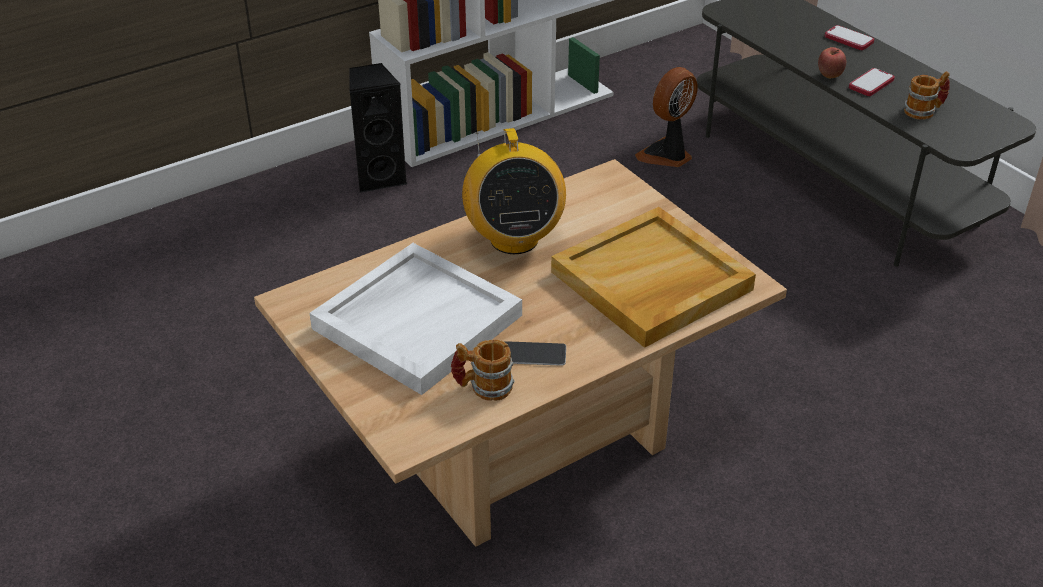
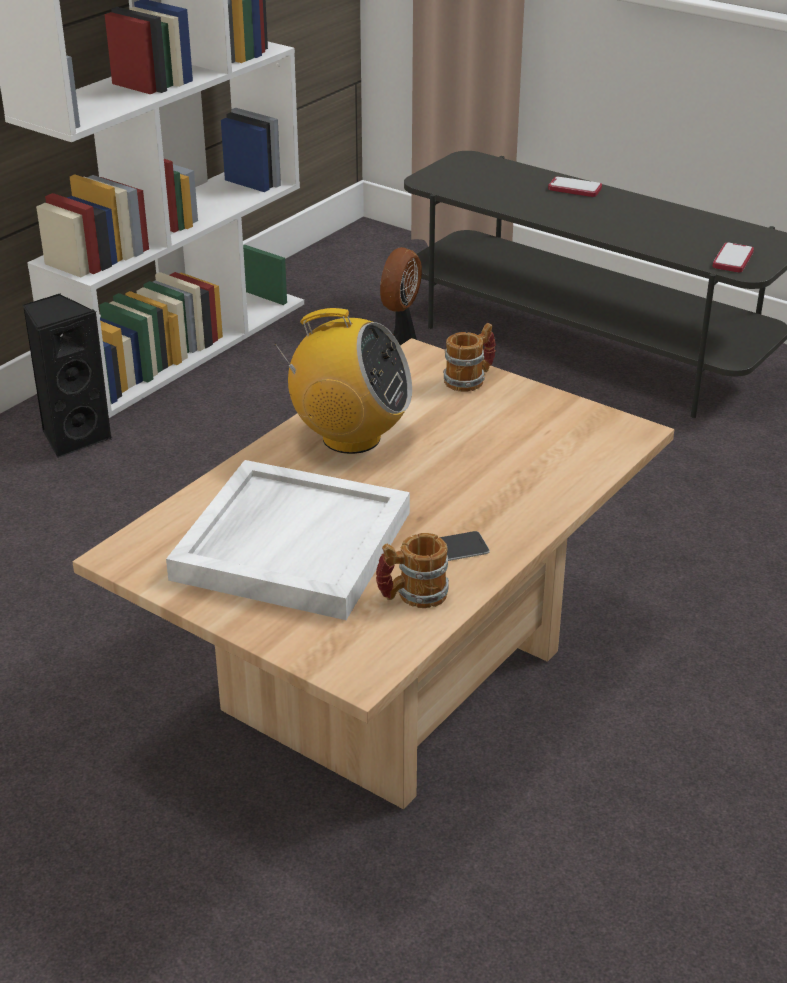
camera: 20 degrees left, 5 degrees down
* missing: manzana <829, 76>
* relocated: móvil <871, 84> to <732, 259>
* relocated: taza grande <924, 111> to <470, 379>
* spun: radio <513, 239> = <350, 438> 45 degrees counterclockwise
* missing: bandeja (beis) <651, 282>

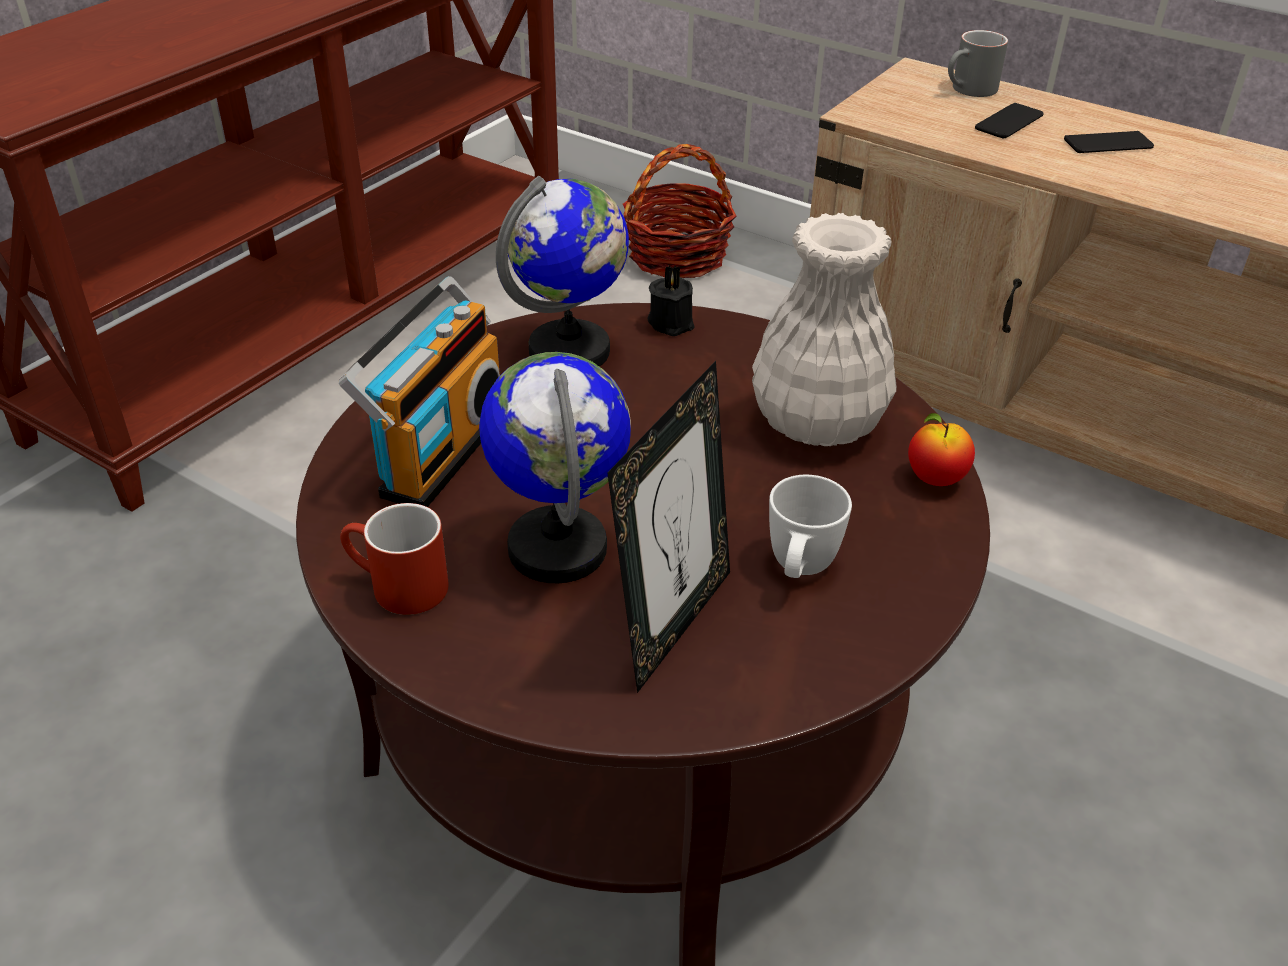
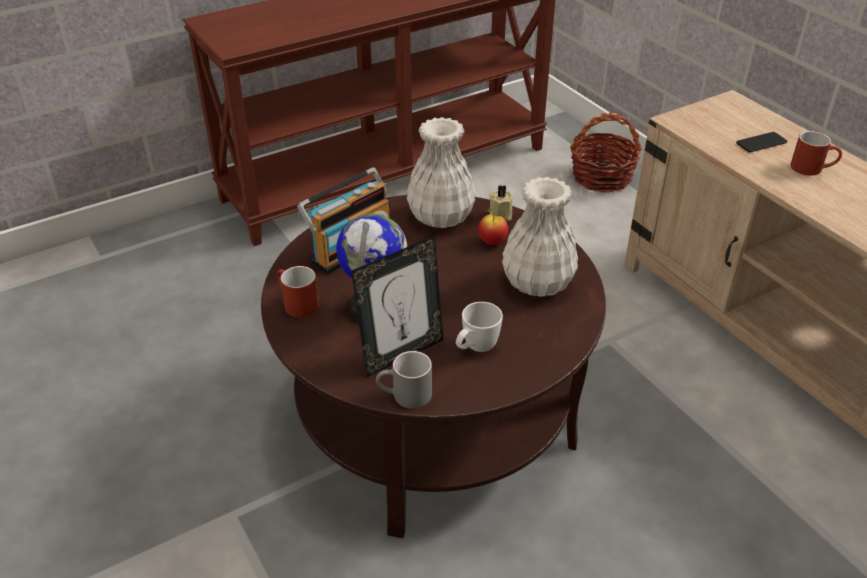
camera: 25 degrees right, 0 degrees up
* relocated: taza grande (gris) <969, 91> to <405, 396>
* exchanged: móvil <1108, 144> to taza grande (rojo) <812, 168>
* exchanged: globo terráqueo <570, 351> to florero (blanco) <441, 217>
* colour: vela (negro) <672, 322> to vela (beis) <501, 214>
* relocated: manzana <935, 479> to <492, 241>

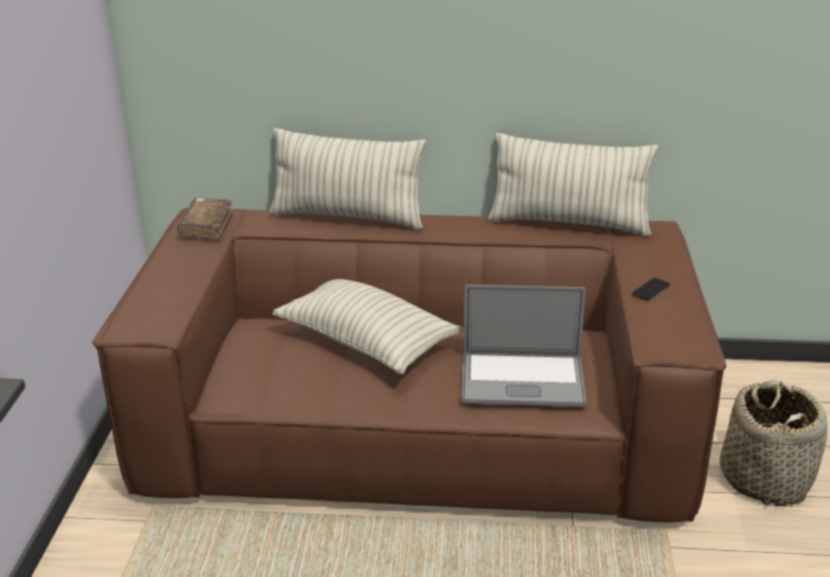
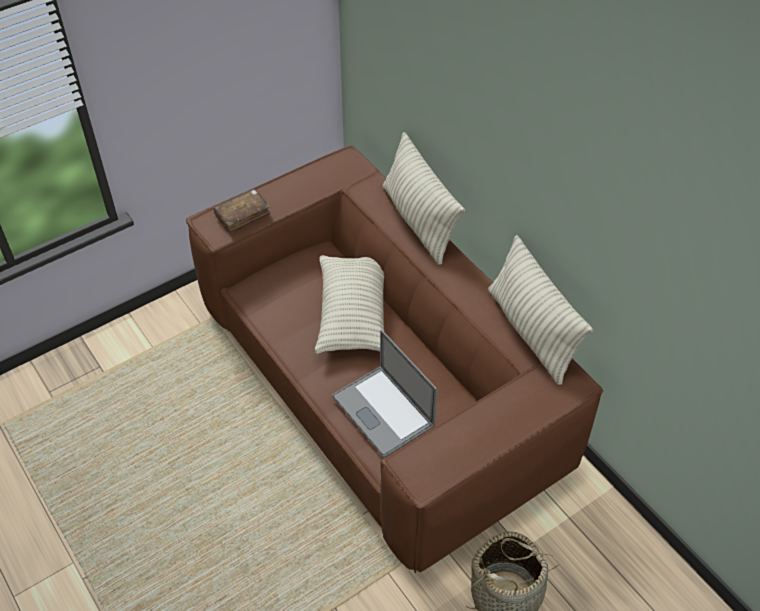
camera: 50 degrees right, 20 degrees up
* relocated: libro (marrón) <207, 227> to <242, 215>
* missing: móvil <651, 289>

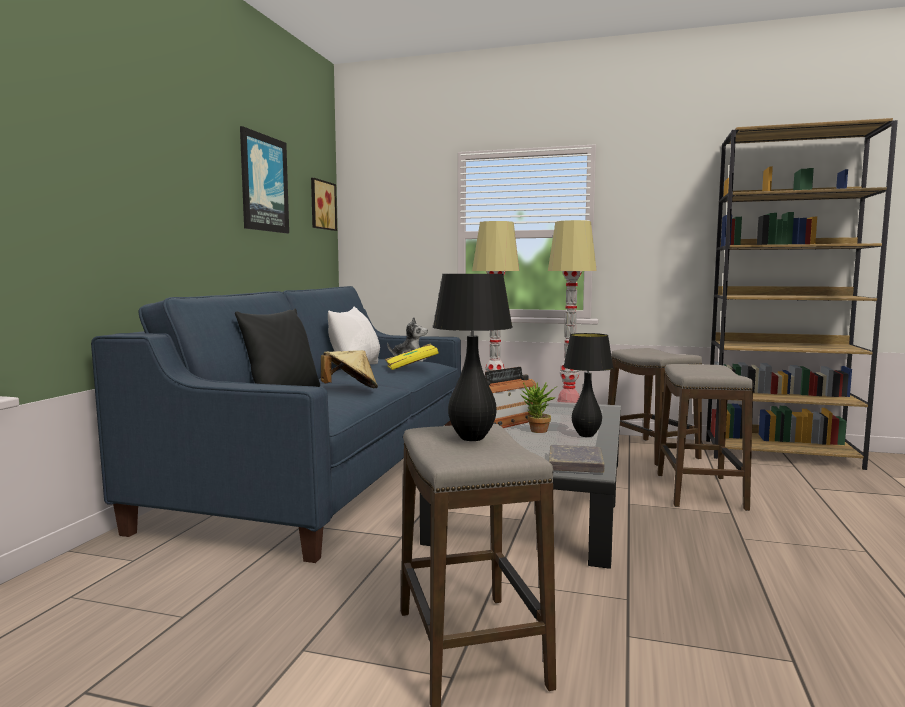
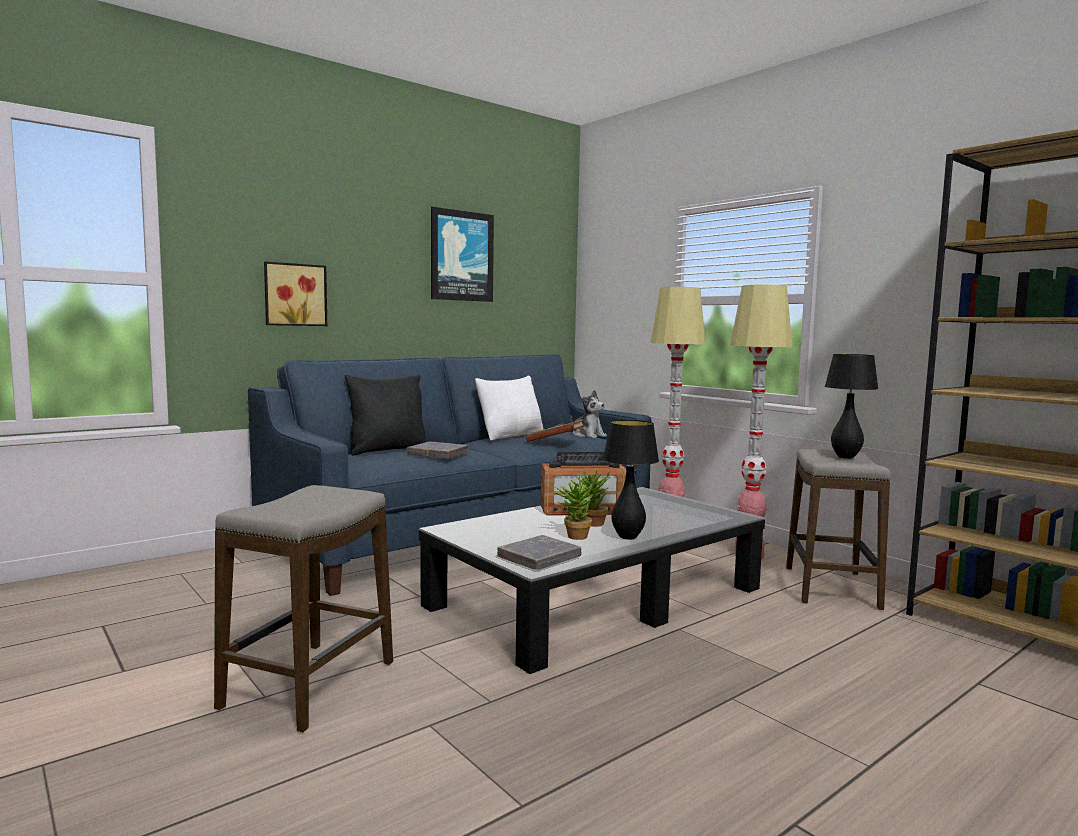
camera: 35 degrees right, 0 degrees up
* relocated: cuadro <321, 205> to <294, 295>
* relocated: lámpara de mesa (negro) <471, 438> to <845, 457>
* colour: libro (amarillo) <411, 367> to libro (marrón) <555, 442>
* exchanged: sombrero (beis) <350, 390> to libro (gris) <438, 454>
* missing: taburete <700, 491>
* appeared: planta en maceta <573, 536>

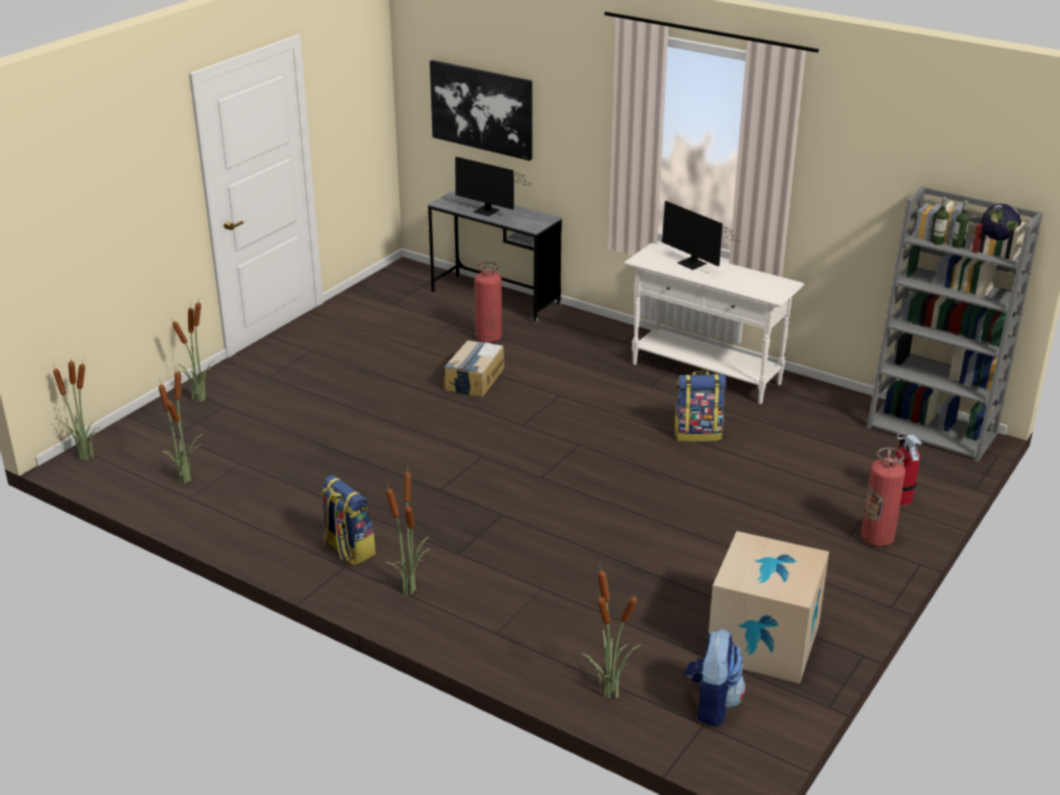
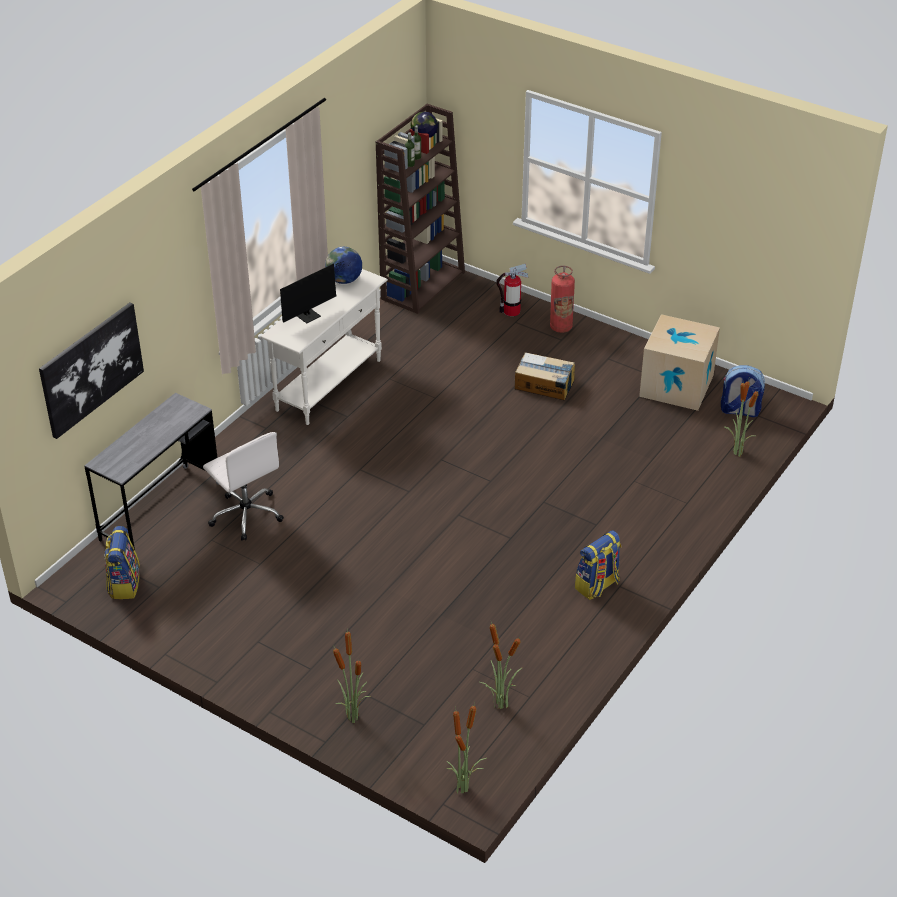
camera: 90 degrees left, 10 degrees up
* missing: monitor <489, 212>
* colour: estantería (gris) <933, 431> to estantería (marrón) <423, 285>
* exchanged: extintor <488, 338> to silla de oficina (blanco) <246, 514>
* relocated: caja de cartón <474, 379> to <544, 384>
* relocated: mochila <698, 433> to <124, 584>
* missing: planta en maceta <410, 589>
* appeared: globo terráqueo <344, 280>

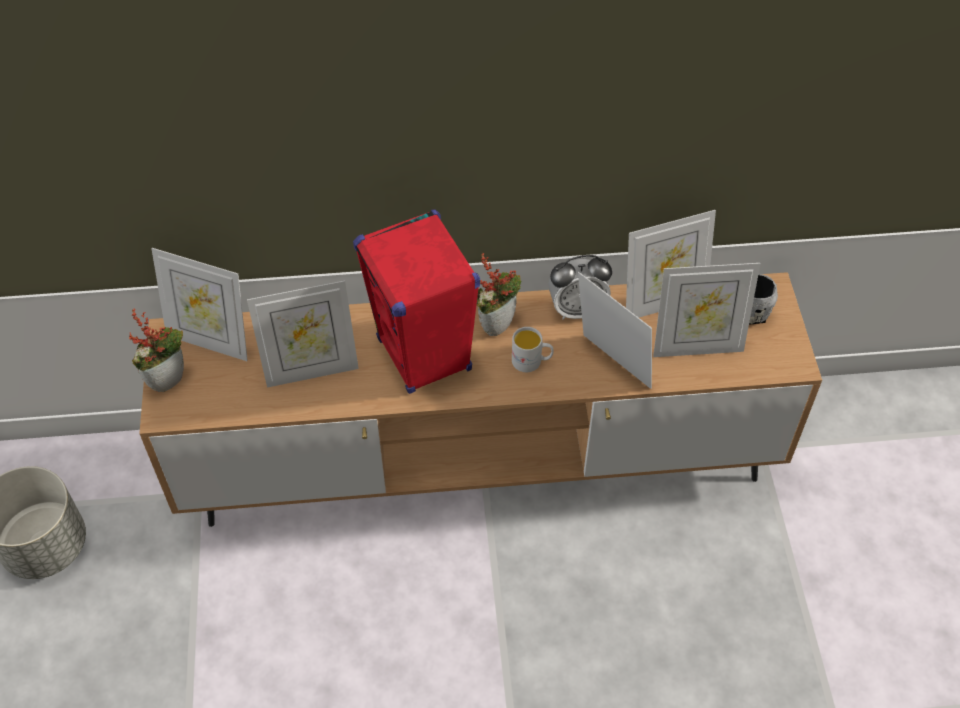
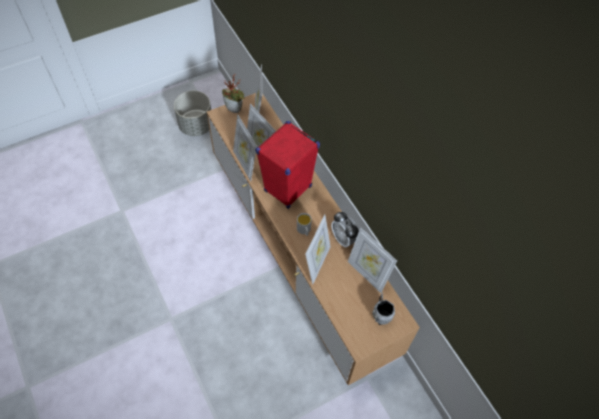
camera: 65 degrees right, 5 degrees up
* missing: planta en maceta <496, 323>
* relocated: portarretratos <696, 346> to <245, 164>

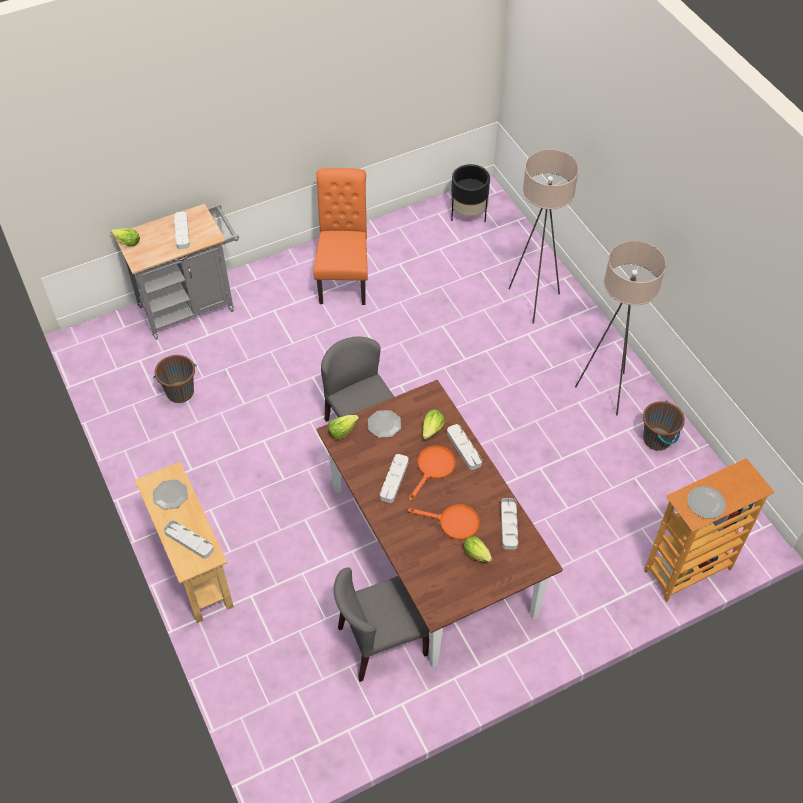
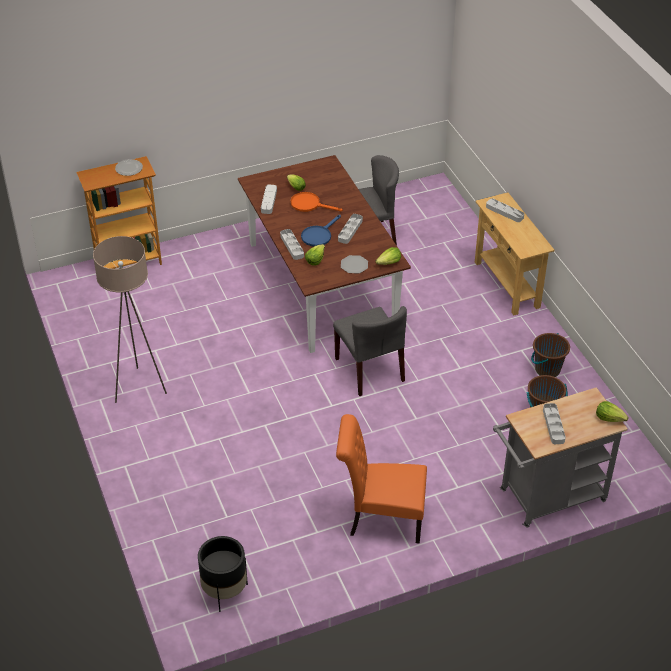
camera: 175 degrees left, 10 degrees down
* missing: lámpara de pie (beis) <533, 301>
* spun: silla (naranja) <344, 277> = <381, 519> 90 degrees clockwise
* relocated: cubo (marrón) <657, 439> to <547, 369>
* colour: sartén (naranja) <433, 468> to sartén (azul) <318, 235>
* missing: plato <170, 495>

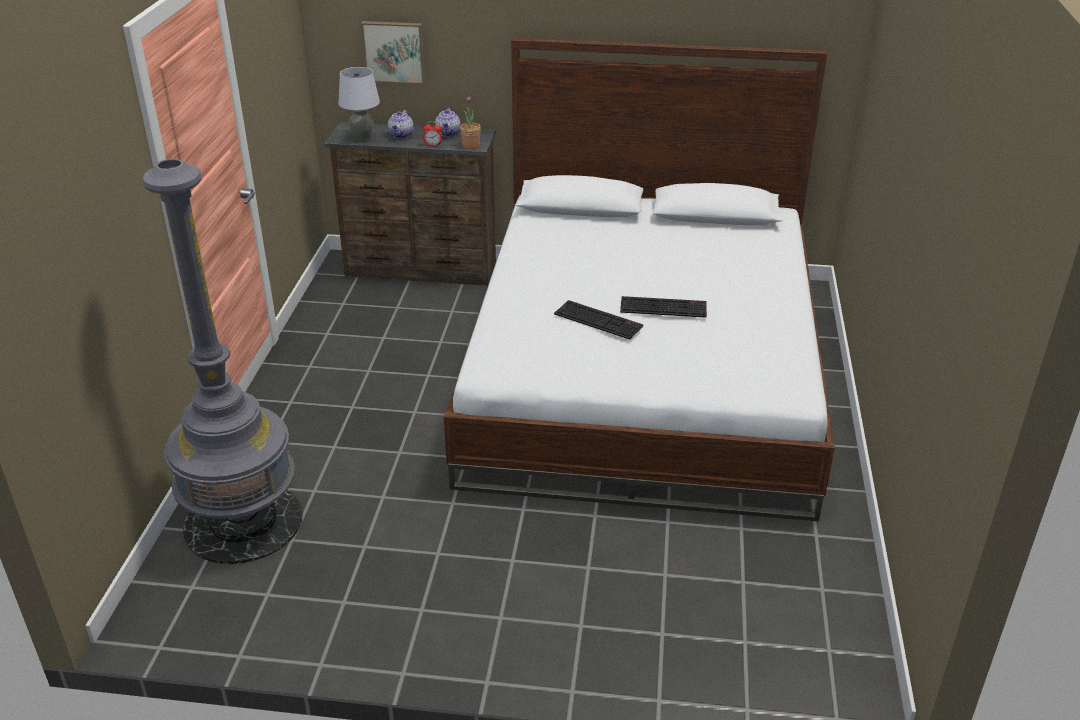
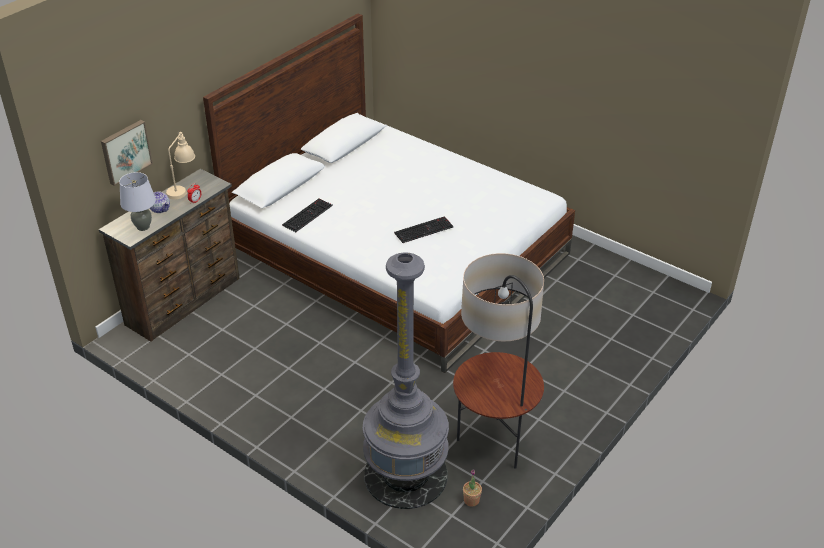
camera: 60 degrees left, 5 degrees up
* relocated: planta en maceta <471, 145> to <471, 500>
* exchanged: tetera <448, 133> to lámpara de mesa (beis) <182, 189>
* relocated: teclado <664, 307> to <307, 215>
* appeared: lámpara de pie <493, 445>

